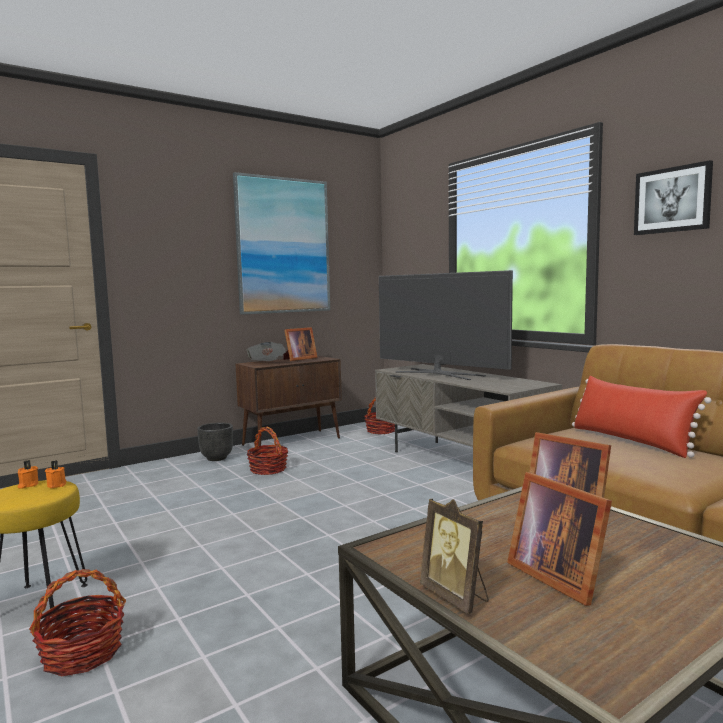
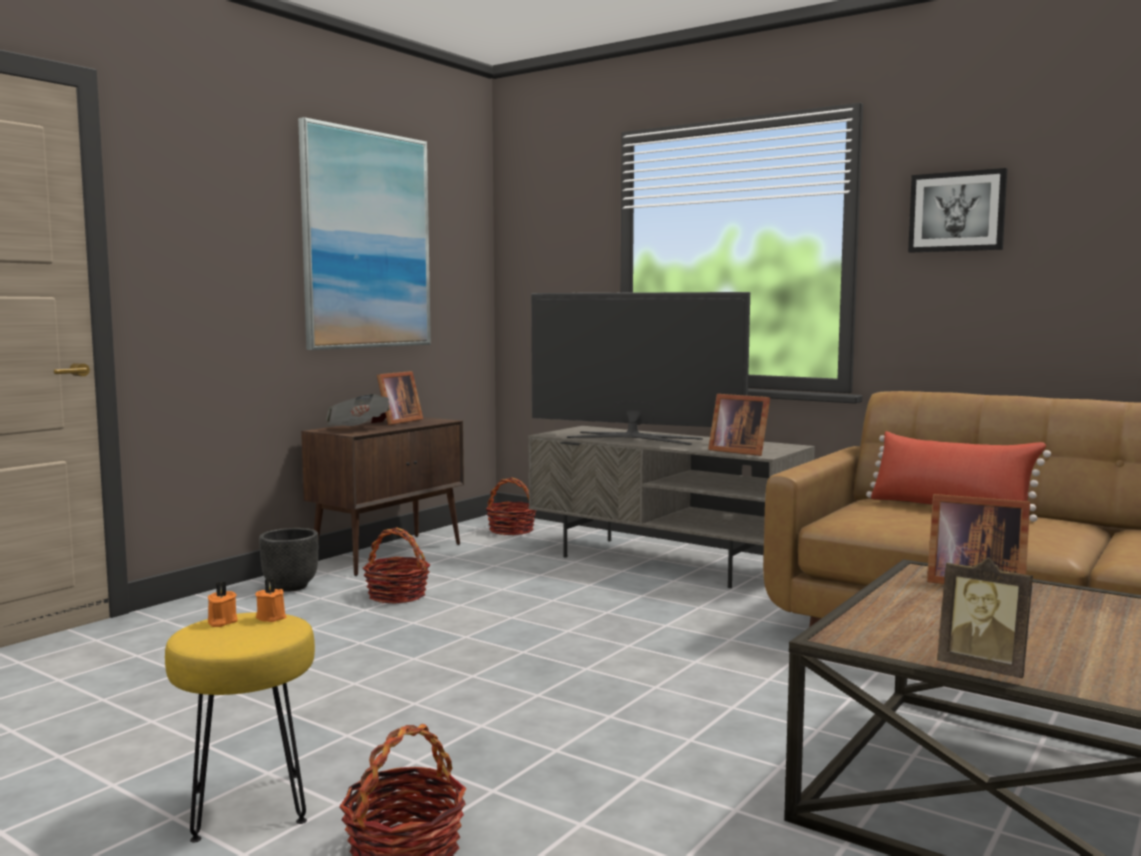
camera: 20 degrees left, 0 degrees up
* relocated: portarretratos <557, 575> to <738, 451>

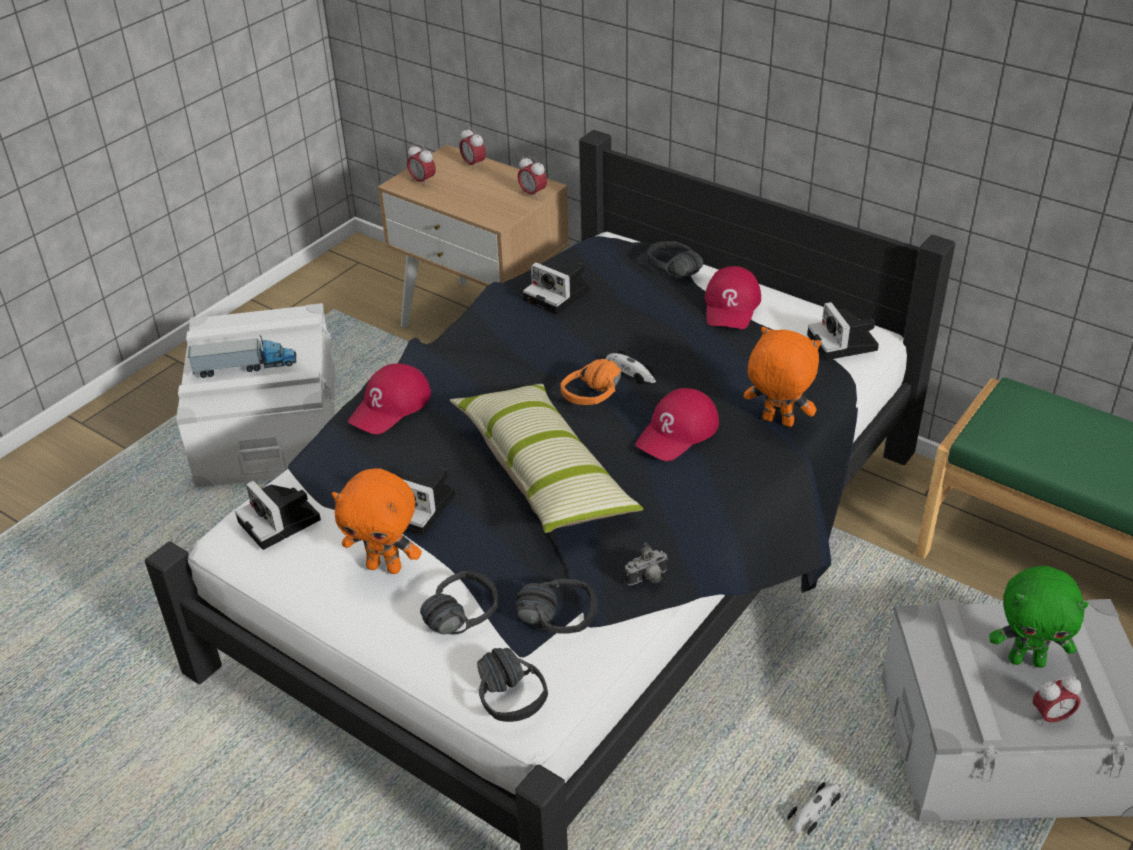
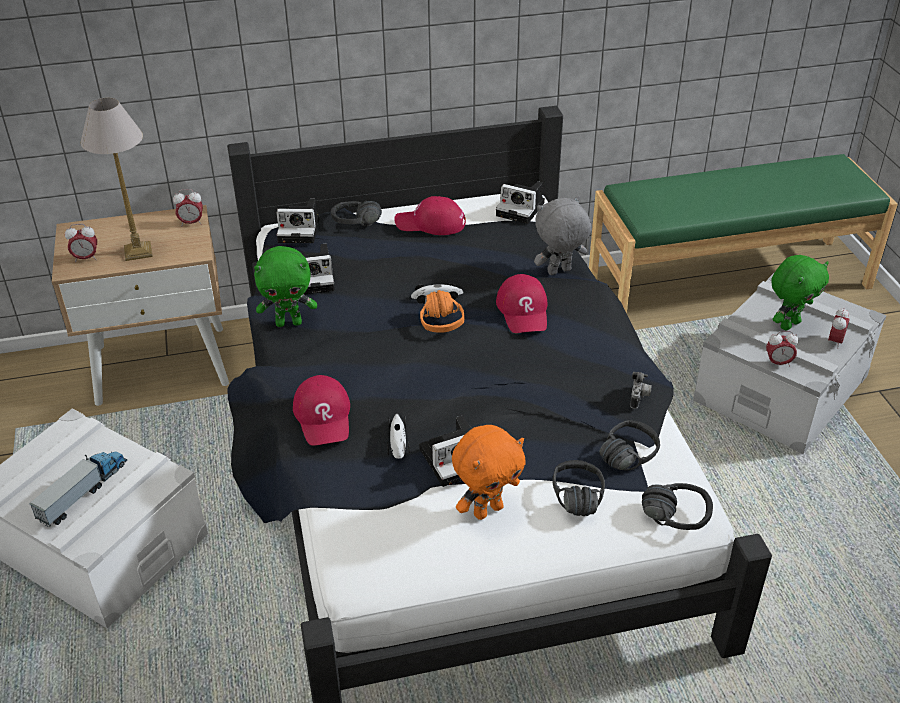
camera: 50 degrees left, 0 degrees up
* relocated: despertador <473, 165> to <778, 363>
* spun: gorra (rojo) <731, 306> = <430, 223> 135 degrees clockwise
* colour: peluche (naranja) <776, 422> to peluche (gris) <559, 272>
* missing: cojín <544, 473>
* relocated: cámara <282, 522> to <301, 230>
* relocated: coche de juguete <815, 810> to <398, 439>
* appeared: lámpara de mesa <137, 251>
* appeared: peluche (verde) <289, 323>

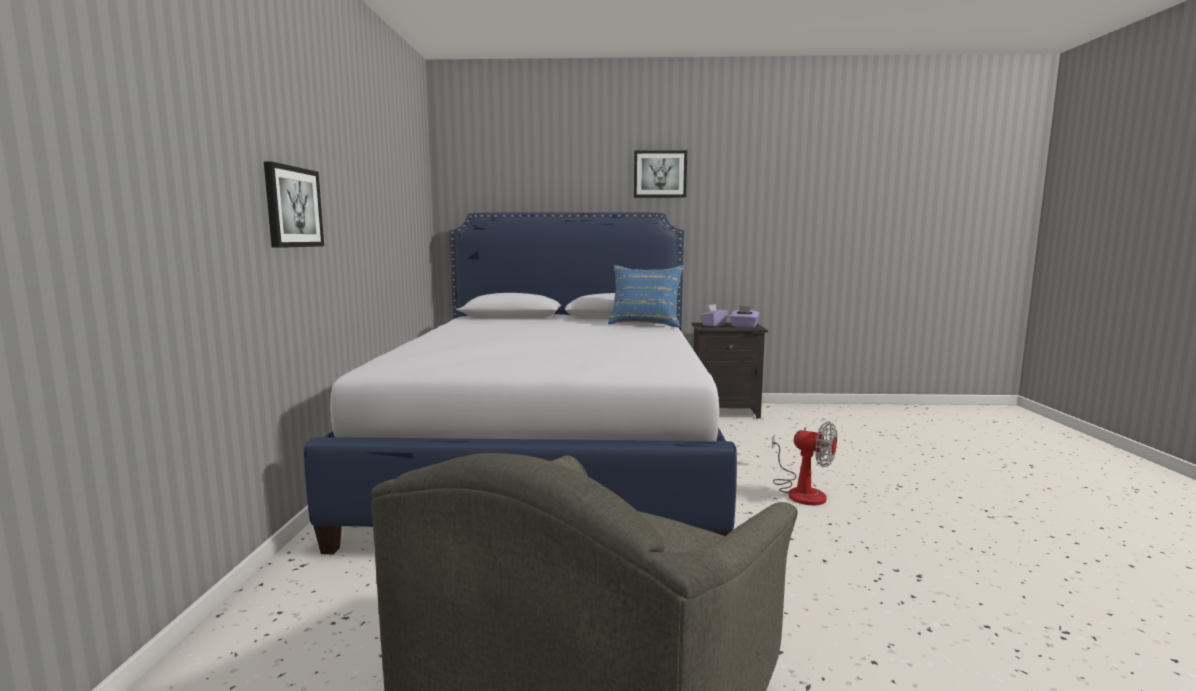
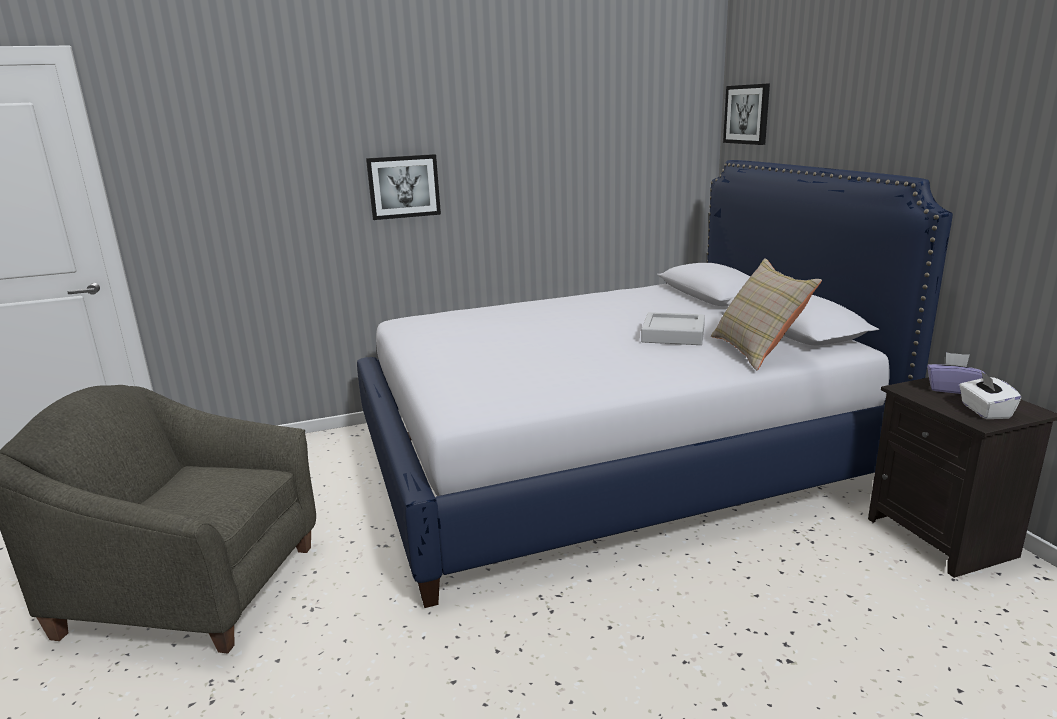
camera: 70 degrees right, 10 degrees up
* relocated: cuadro <660, 174> to <747, 114>
* colour: cojín (azul) <645, 324> to cojín (beis) <757, 351>
* colour: caja de pañuelos (morado) <744, 326> to caja de pañuelos (blanco) <984, 411>
* missing: ventilador <801, 491>
* appeared: bandeja (gris) <673, 335>

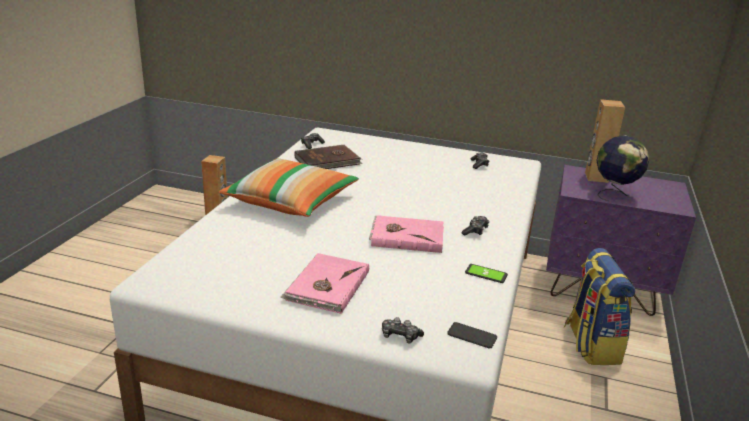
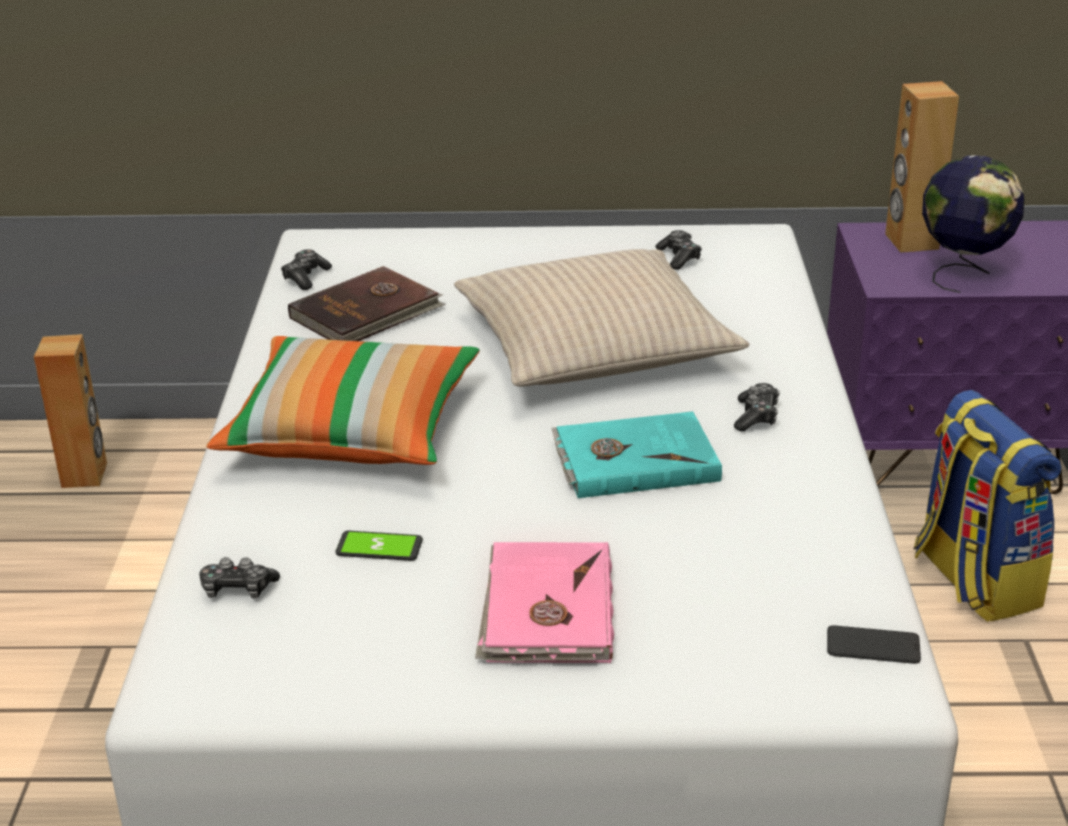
camera: 15 degrees left, 5 degrees up
* colour: libro (rosa) <407, 236> to libro (turquesa) <634, 460>
* relocated: móvil <486, 274> to <379, 547>
* relocated: mando de consola <400, 336> to <237, 589>
* appeared: cojín (beis) <594, 346>

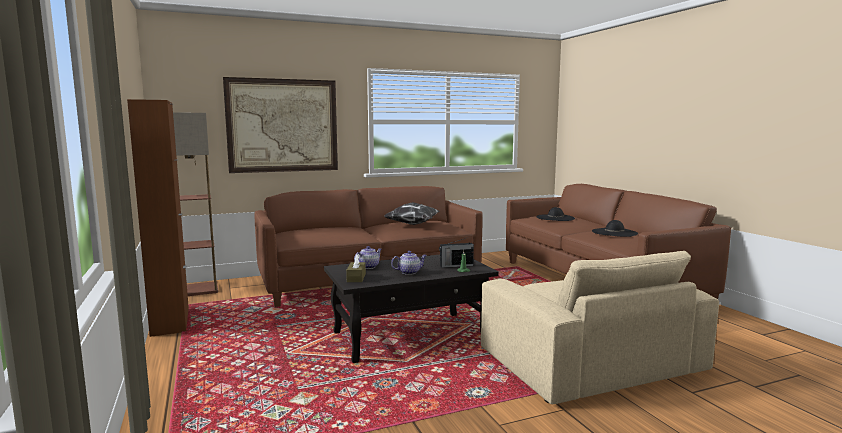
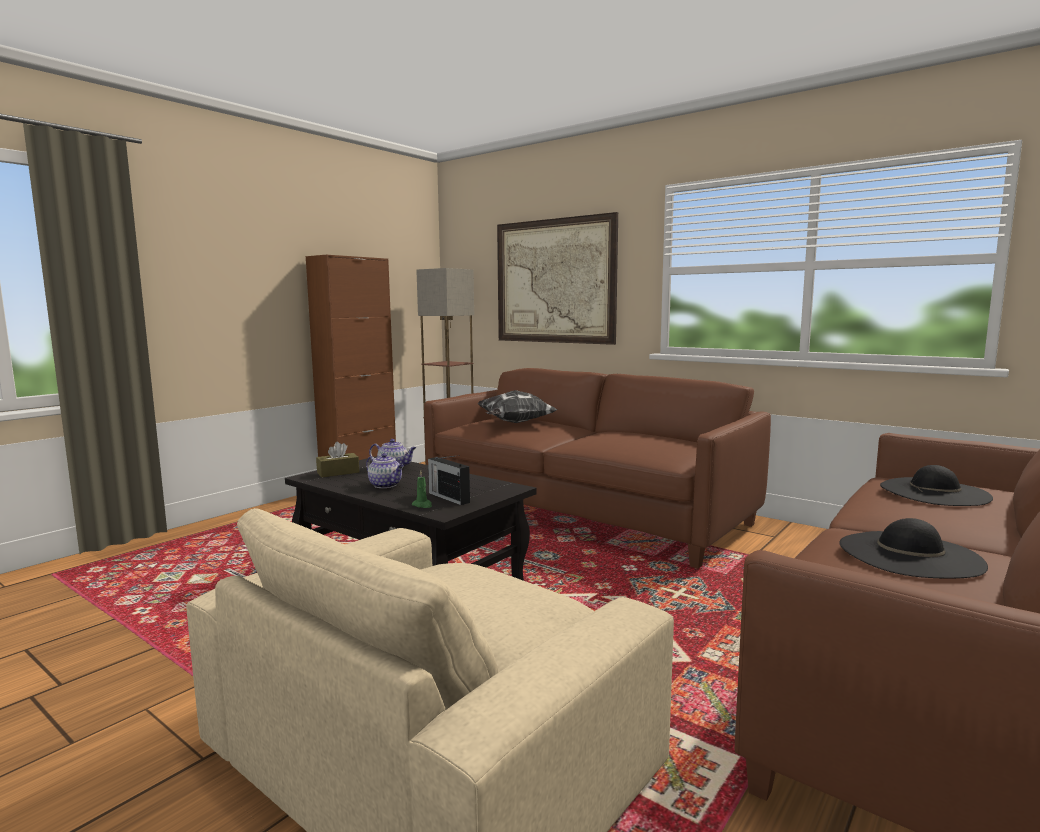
camera: 60 degrees right, 0 degrees up
* relocated: cojín <413, 225> to <515, 423>

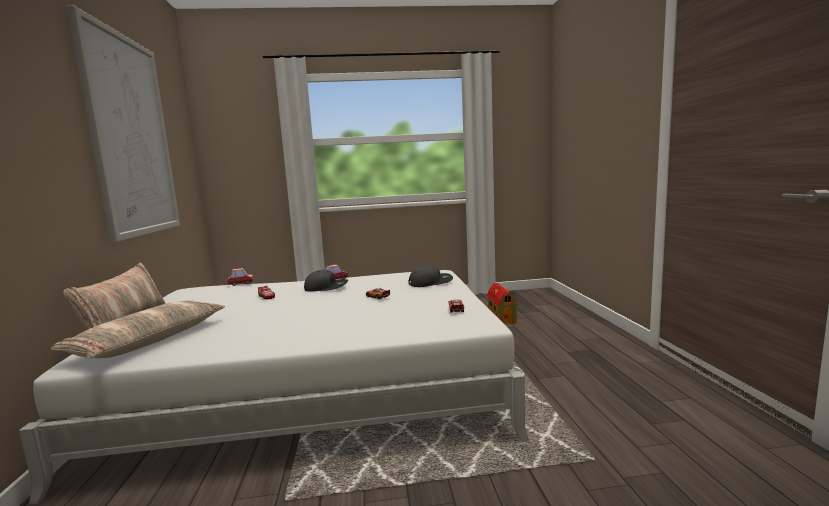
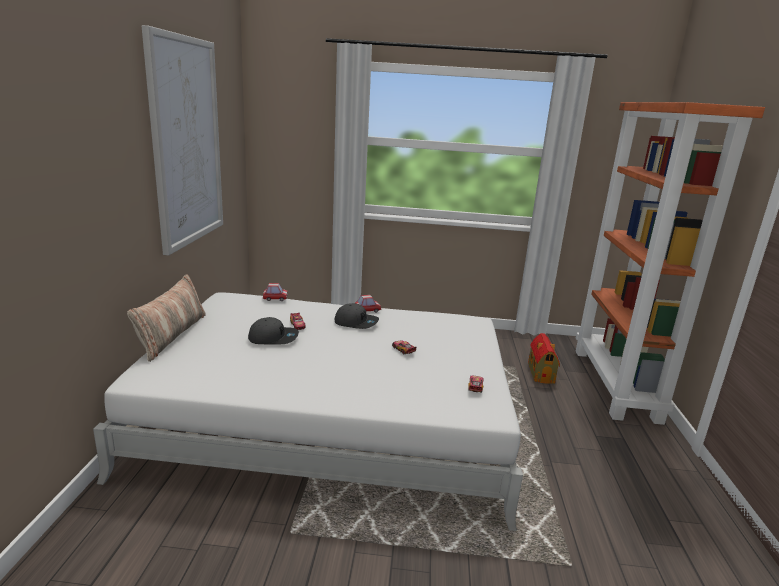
camera: 10 degrees right, 10 degrees up
* relocated: gorra (gris) <430, 282> to <273, 338>
* missing: cojín <149, 340>
* appeared: estantería (naranja) <616, 384>

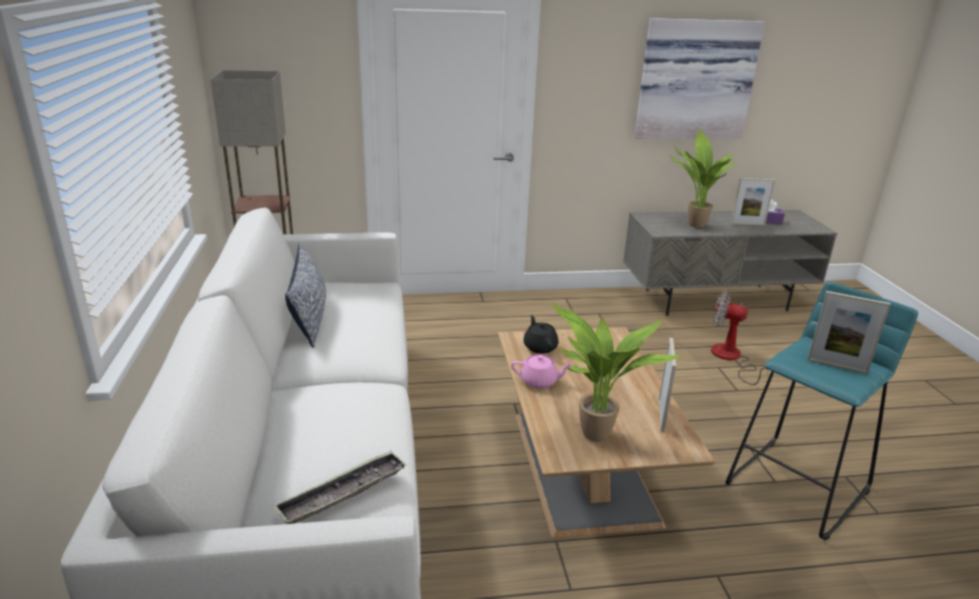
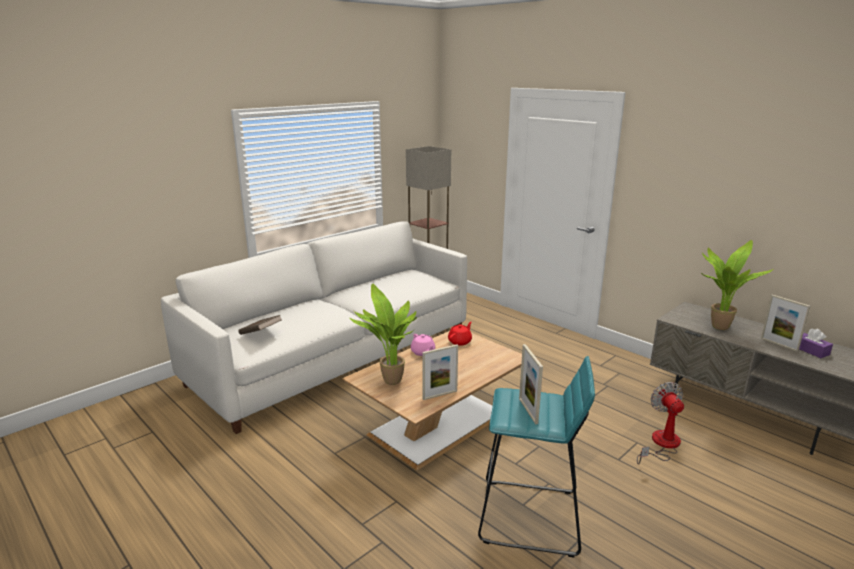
camera: 55 degrees right, 5 degrees down
* missing: cuadro <695, 80>
* missing: cojín <309, 316>
* colour: tetera (negro) <540, 347> to tetera (rojo) <460, 341>
* exchanged: bandeja <342, 493> to libro (marrón) <261, 333>

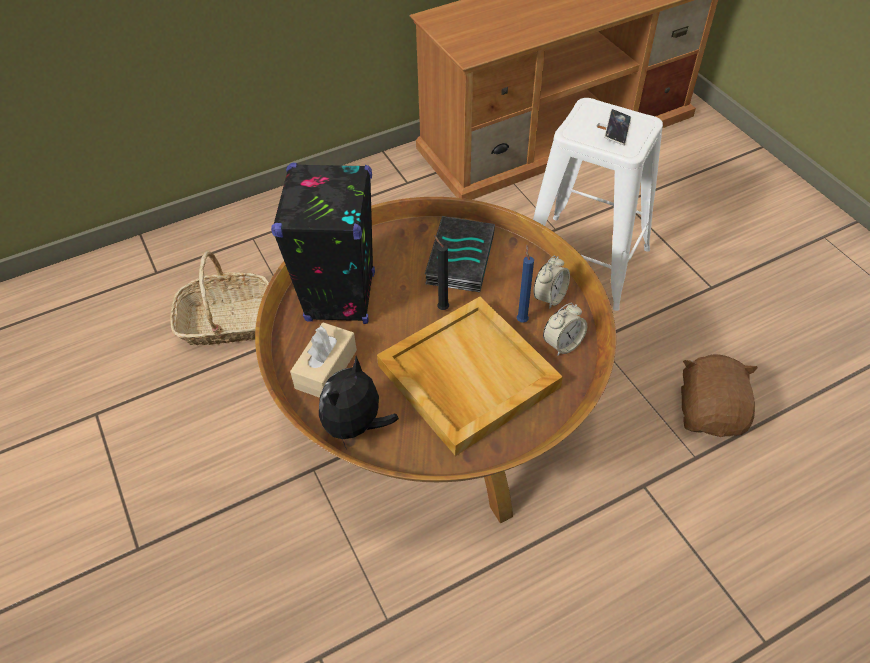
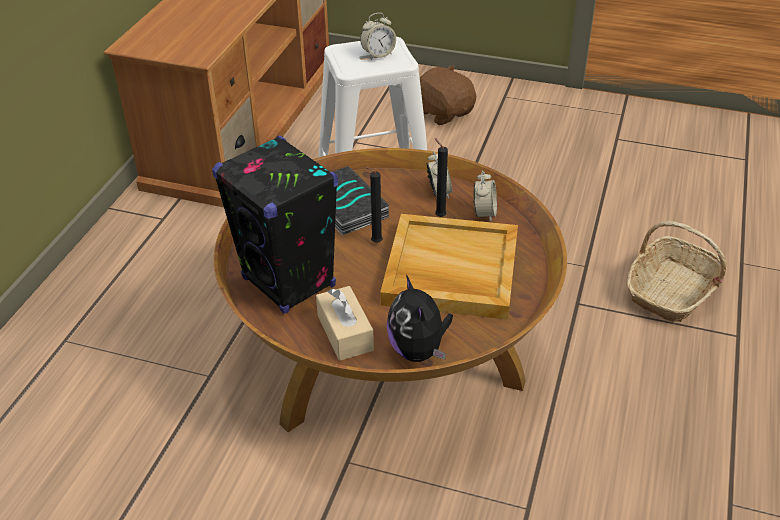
camera: 45 degrees left, 10 degrees down
* exchanged: móvil <617, 130> to despertador <378, 54>
* colour: vela (azul) <521, 319> to vela (negro) <439, 216>
* relocated: cesta <227, 322> to <671, 291>
* relocated: peluche (marrón) <710, 412> to <444, 112>

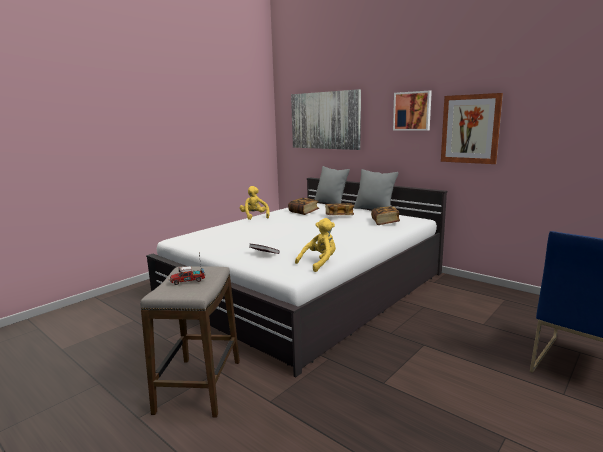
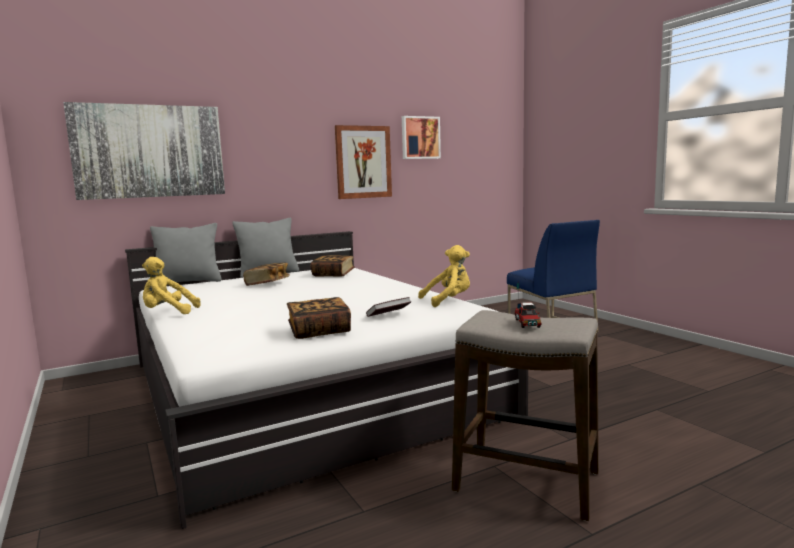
camera: 70 degrees left, 5 degrees down
* relocated: cuadro <412, 111> to <420, 138>
* relocated: libro <303, 212> to <319, 331>
* spun: peluche (amarillo) <319, 263> = <448, 301> 90 degrees clockwise

